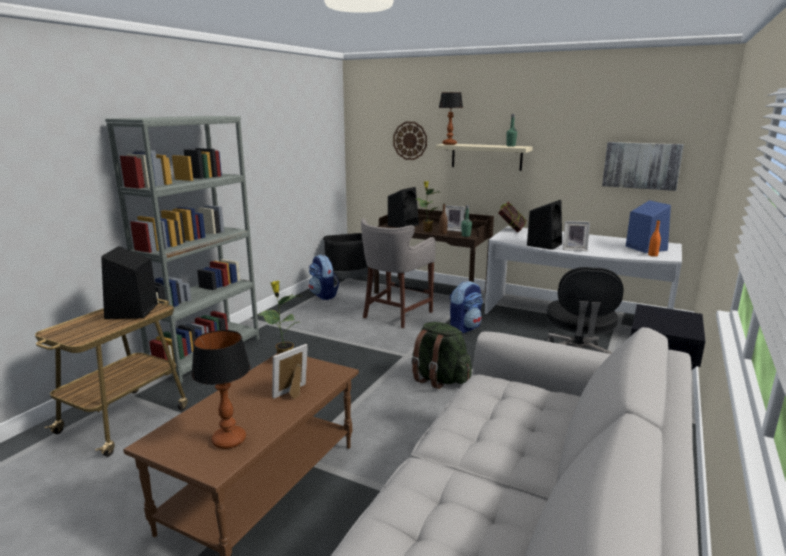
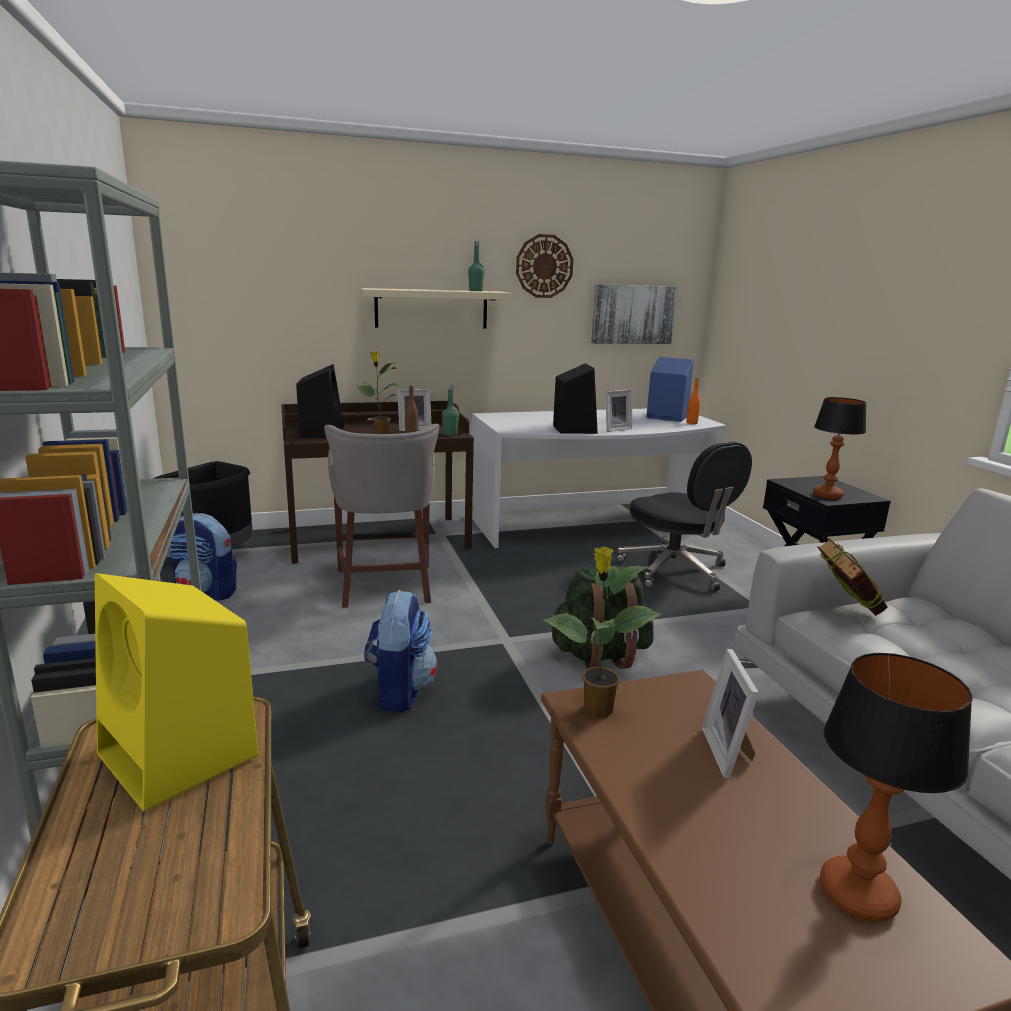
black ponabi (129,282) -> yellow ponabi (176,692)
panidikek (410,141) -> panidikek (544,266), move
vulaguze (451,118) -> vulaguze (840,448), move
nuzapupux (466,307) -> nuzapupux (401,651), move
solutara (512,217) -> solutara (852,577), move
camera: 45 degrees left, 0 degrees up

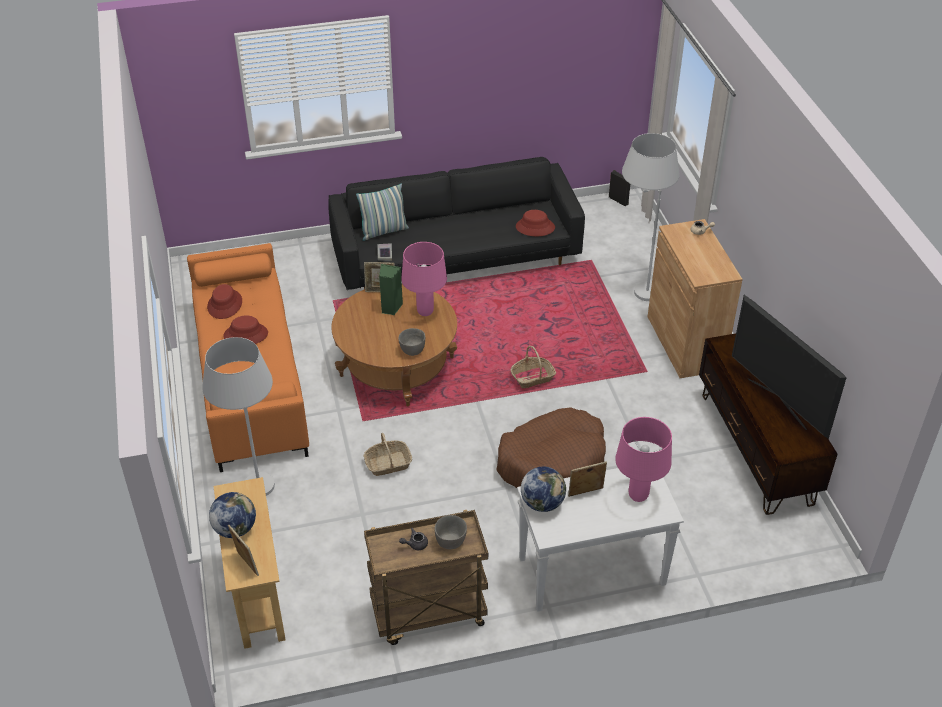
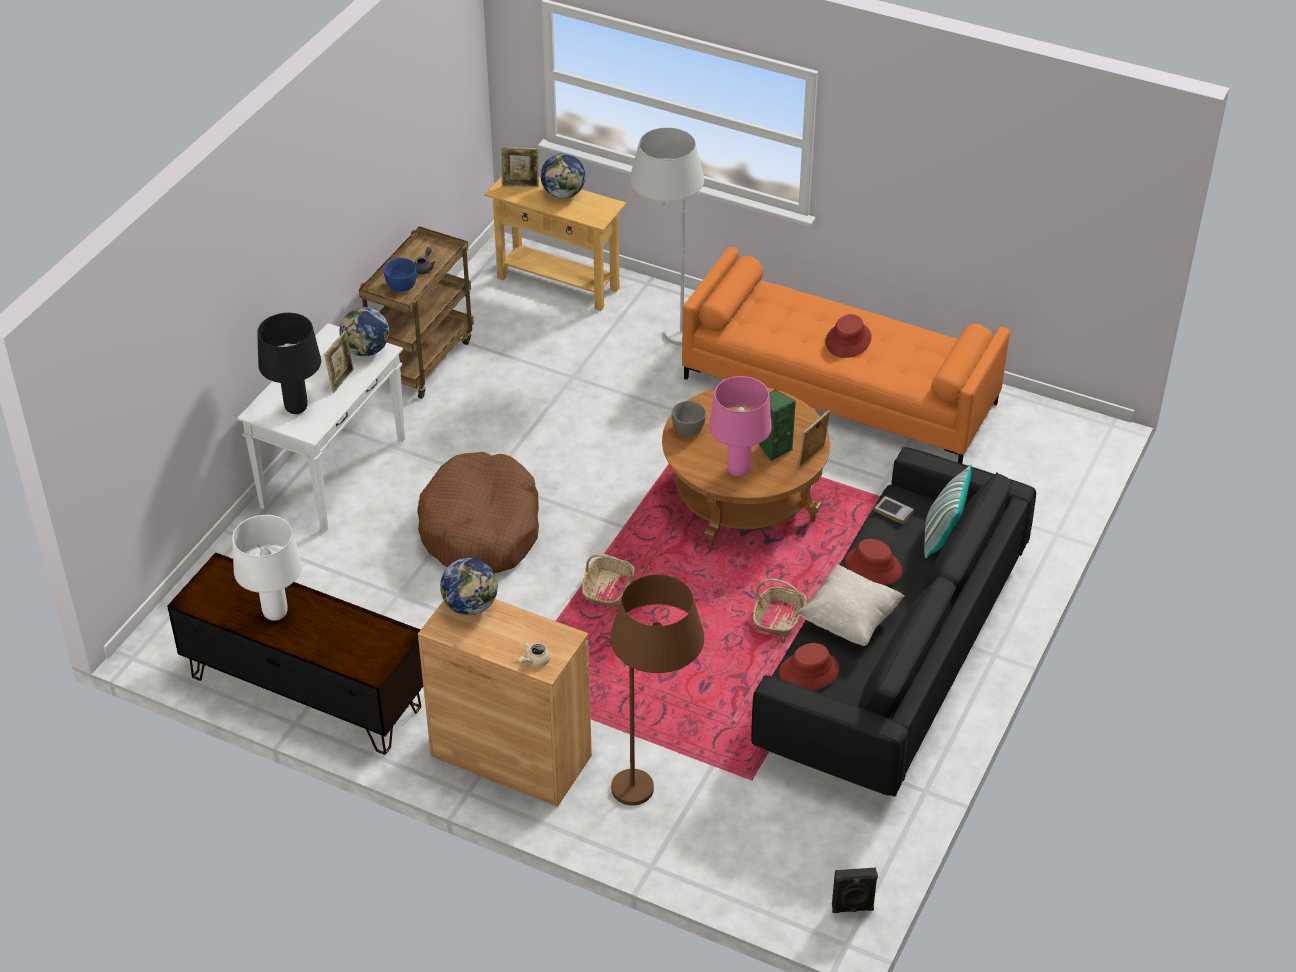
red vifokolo (224,301) -> red vifokolo (873,562), move
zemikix (388,454) -> zemikix (780,608), move
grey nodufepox (450,532) -> blue nodufepox (400,275)
pink vulaguze (643,459) -> black vulaguze (289,363)
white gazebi (651,217) -> brown gazebi (657,689)
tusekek (789,367) -> white vulaguze (267,568)
none -> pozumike (469,586)
none -> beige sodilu (850,605)
camera: 130 degrees right, 0 degrees up

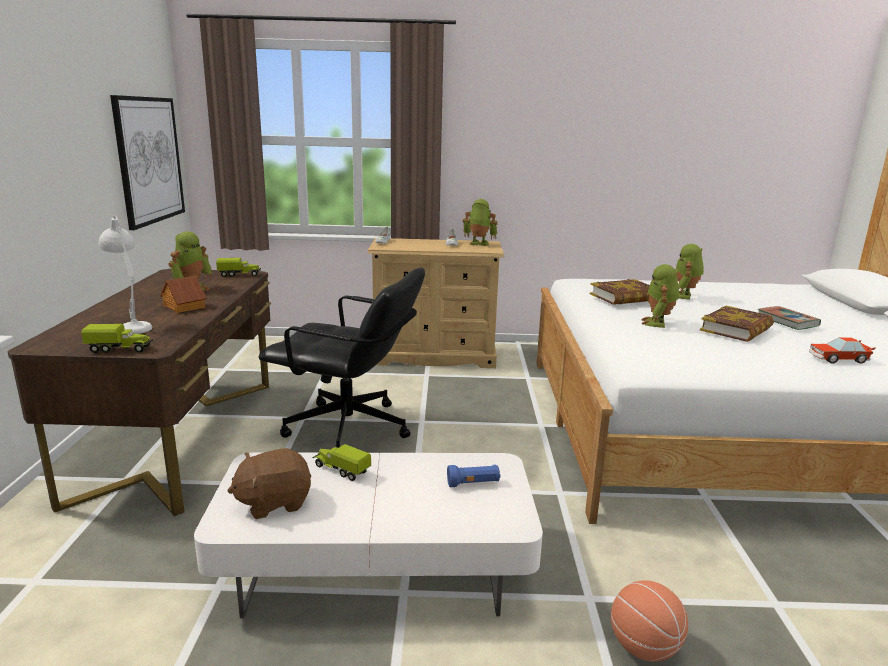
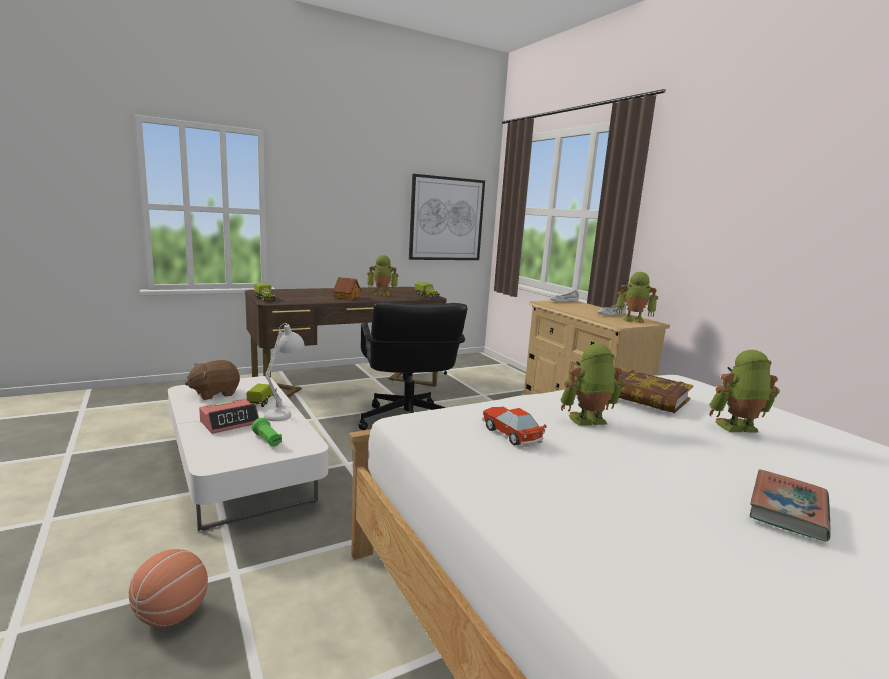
white vulaguze (125,274) -> white vulaguze (284,372), move
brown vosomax (269,483) -> brown vosomax (212,380), 75 degrees counterclockwise
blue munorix (474,476) -> green munorix (267,432)
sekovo (480,222) -> sekovo (637,297), 120 degrees clockwise
solutara (737,324) -> none
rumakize (842,350) -> rumakize (514,427), move
none -> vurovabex (229,416)
camera: 60 degrees right, 5 degrees down

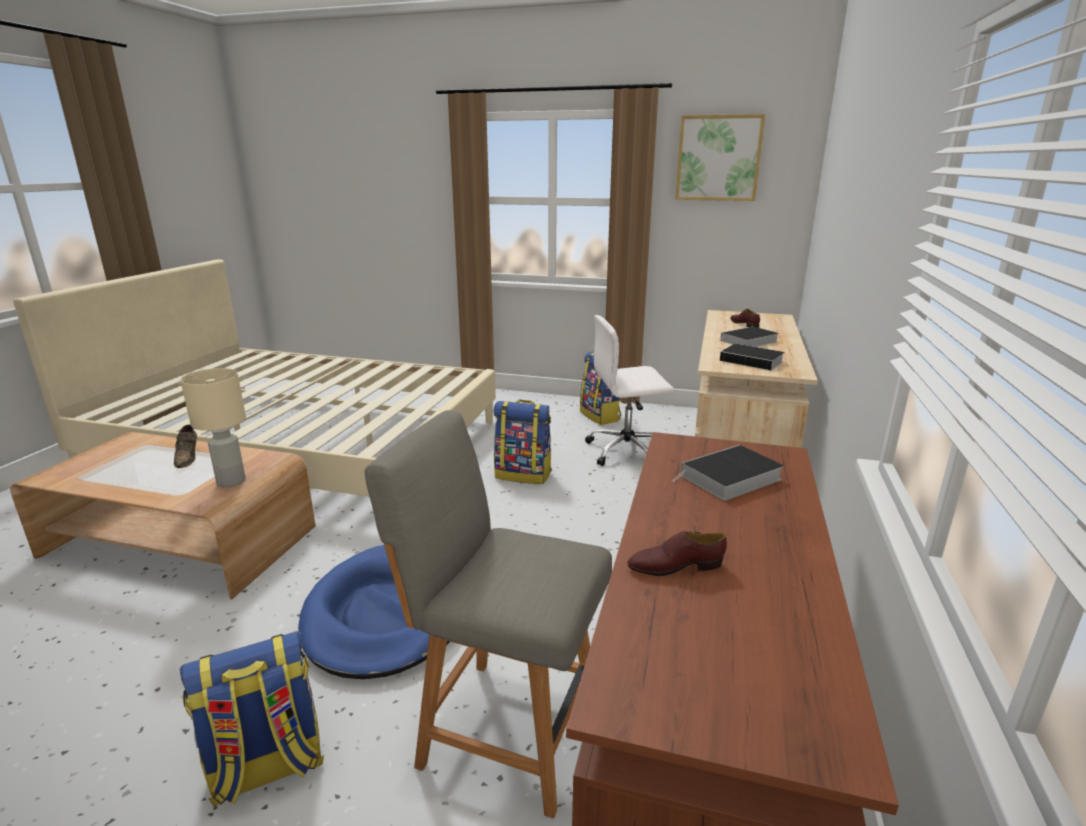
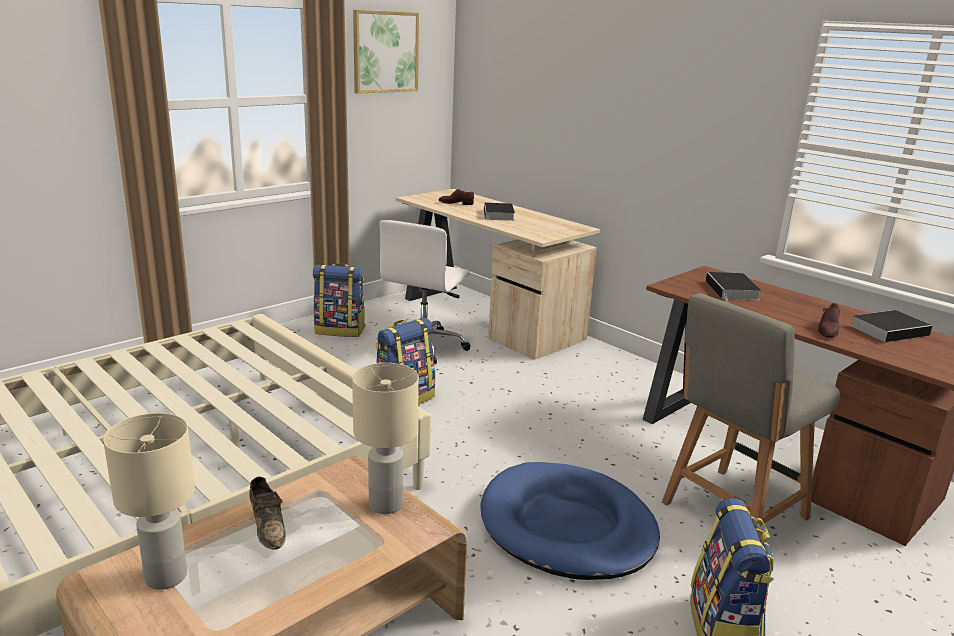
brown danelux (185,446) -> brown danelux (267,513), 45 degrees clockwise
solutara (752,357) -> solutara (891,326), move
none -> beige vulaguze (149,501)
camera: 60 degrees left, 0 degrees up

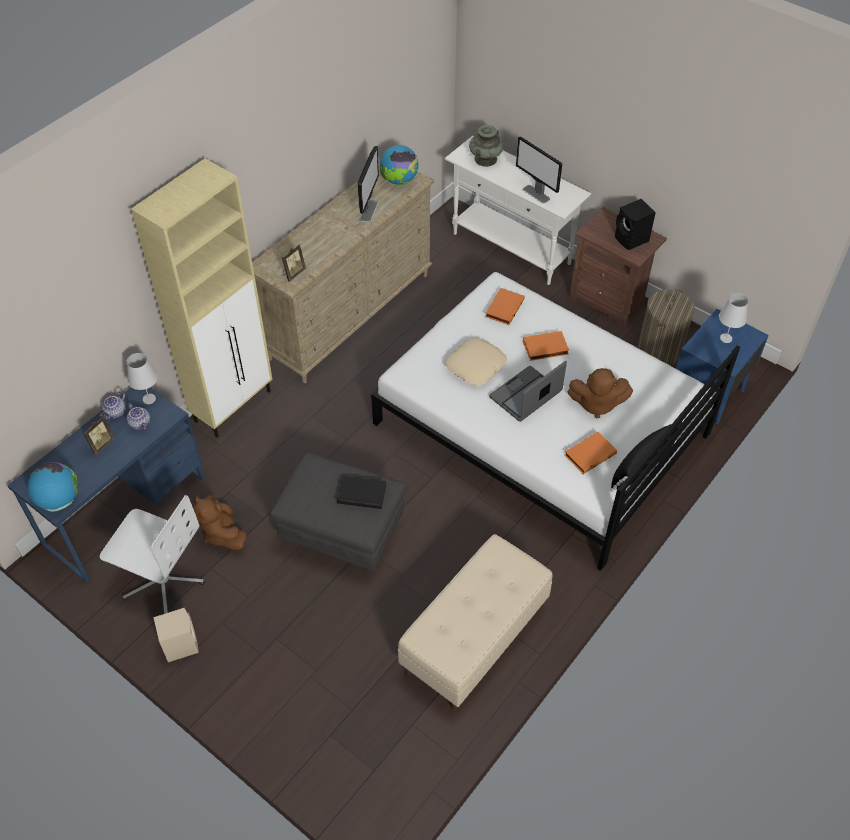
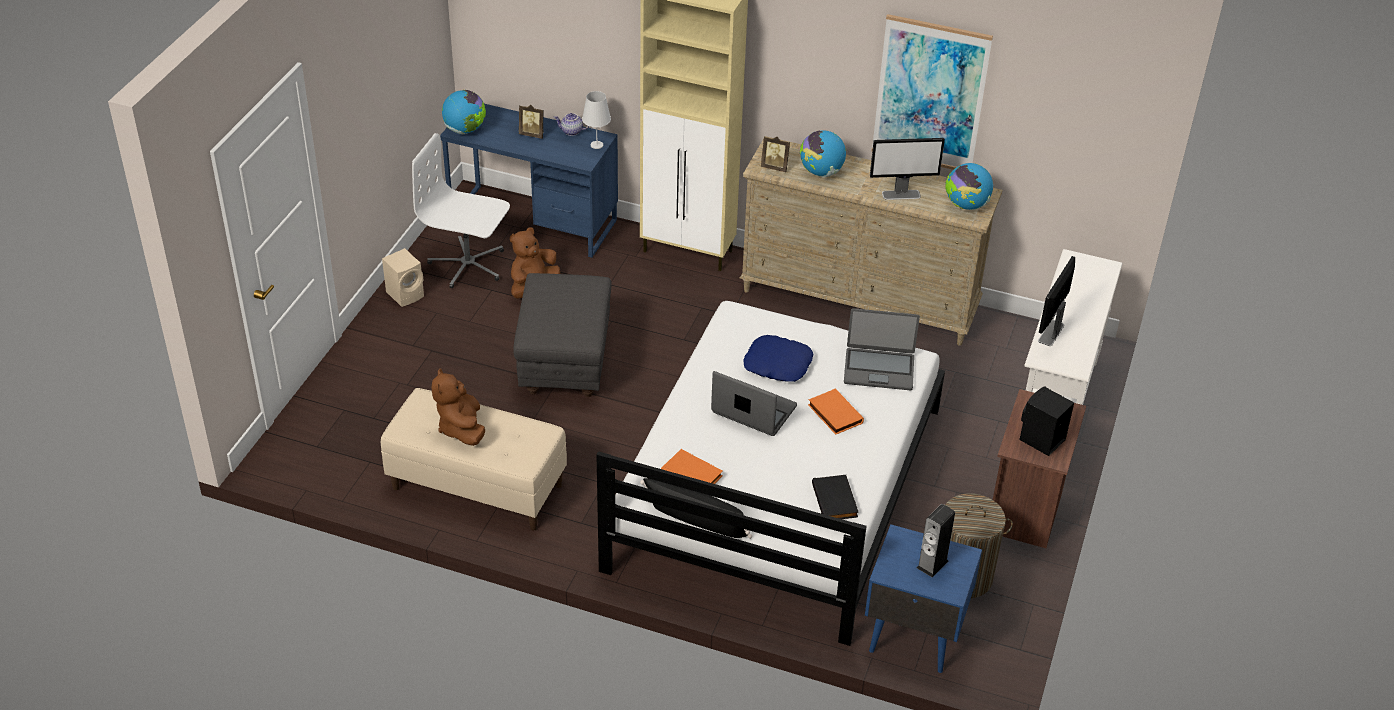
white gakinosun (152,554) -> white gakinosun (461,210), 105 degrees clockwise
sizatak (138,416) -> none
black solutara (361,492) -> black solutara (835,497), move
beige sodilu (476,361) -> blue sodilu (778,358)
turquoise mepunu (486,146) -> none
orange solutara (505,306) -> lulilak (882,349)
brown vosomax (600,393) -> brown vosomax (458,407), move
white vulaguze (733,318) -> ponabi (936,541)
none -> pozumike (823,153)
none -> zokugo (932,92)
camera: 70 degrees right, 10 degrees down

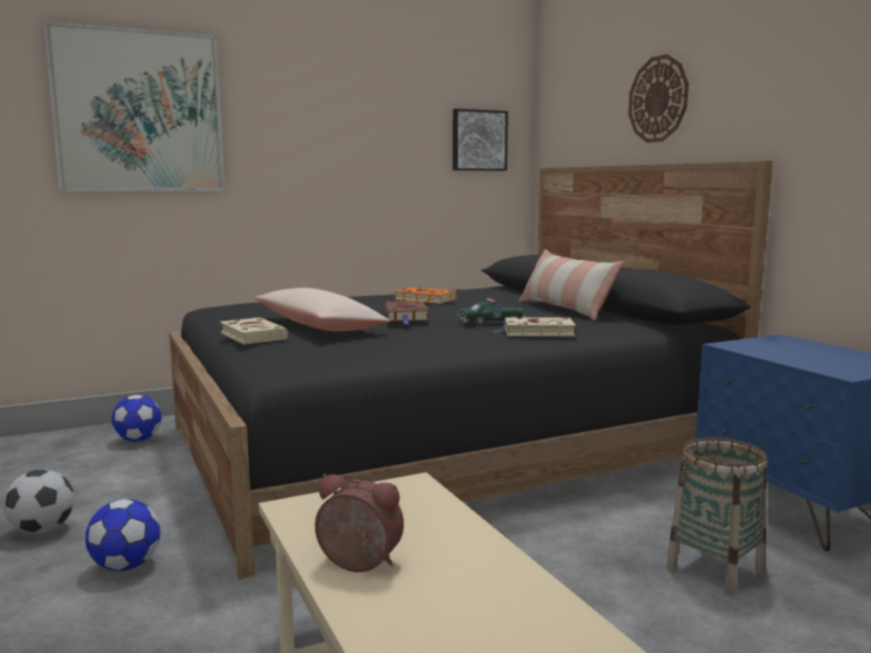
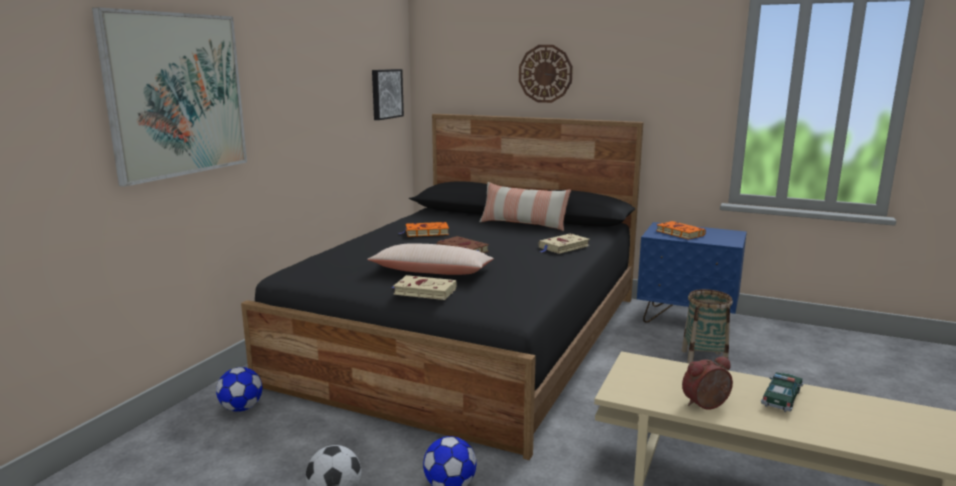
rumakize (491,312) -> rumakize (782,392), move
none -> orange solutara (681,230)
camera: 40 degrees left, 5 degrees up

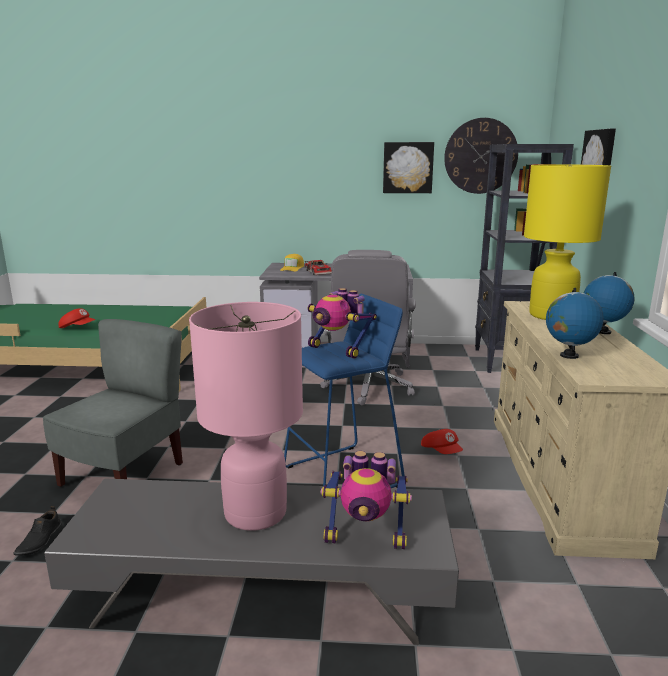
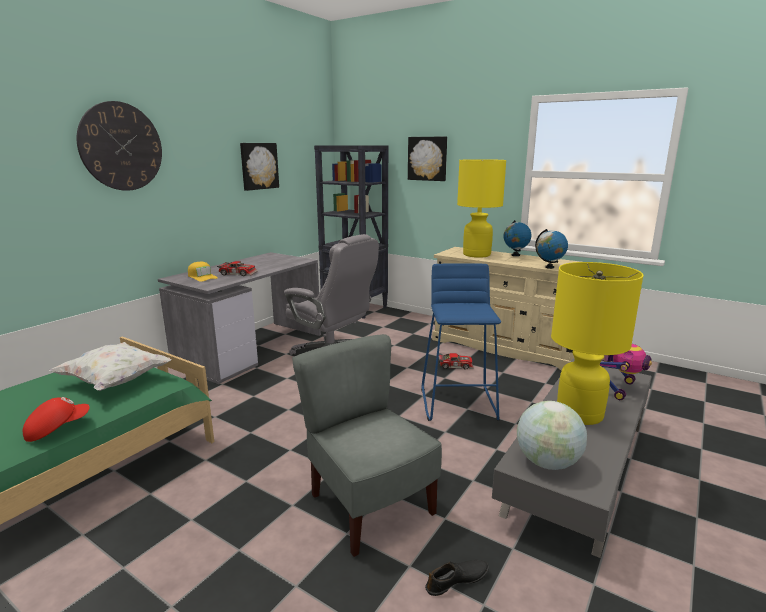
black danelux (37,531) -> black danelux (457,578), 60 degrees counterclockwise
pink vulaguze (246,416) -> yellow vulaguze (597,343)
sekovo (342,323) -> none
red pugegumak (442,441) -> rumakize (456,361)
panidikek (481,156) -> panidikek (119,146), move
none -> white sodilu (110,366)
none -> pozumike (552,435)
camera: 60 degrees left, 0 degrees up

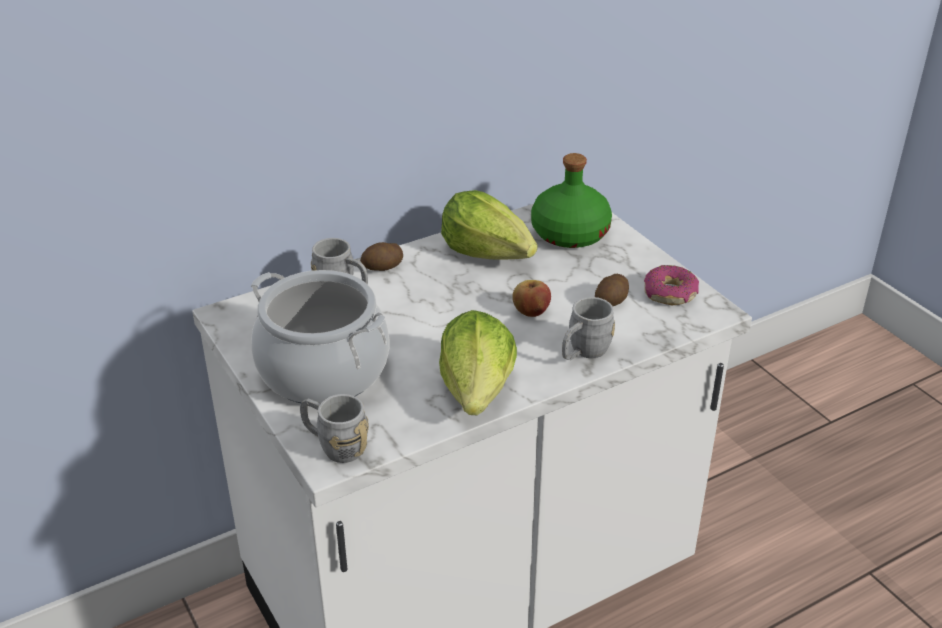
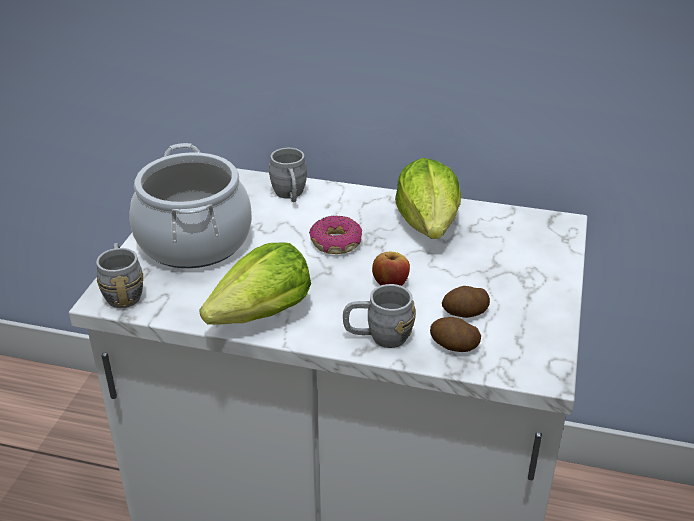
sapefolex (381,256) -> sapefolex (455,334), move
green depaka (571,200) -> none
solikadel (671,285) -> solikadel (335,235), move
camera: 45 degrees right, 0 degrees up

